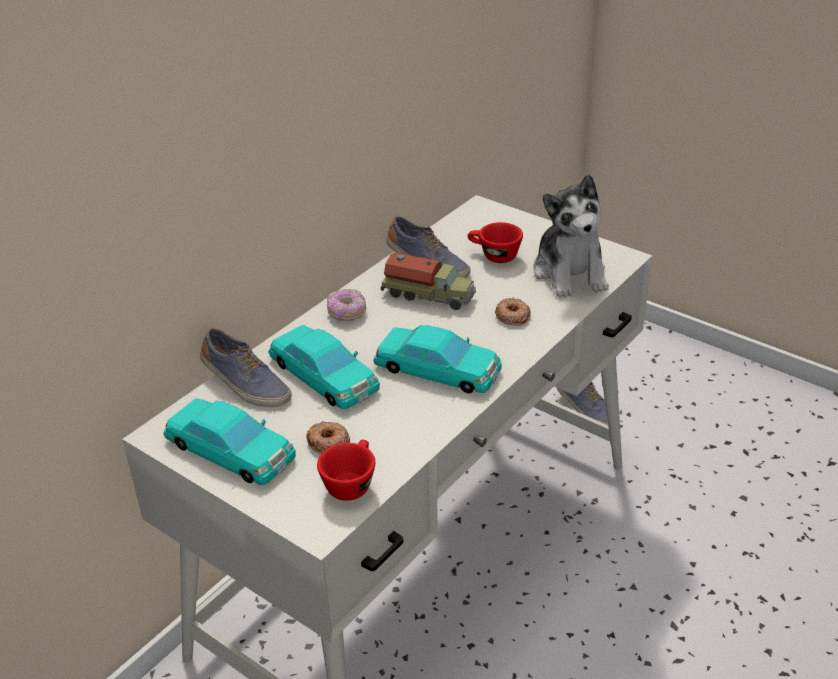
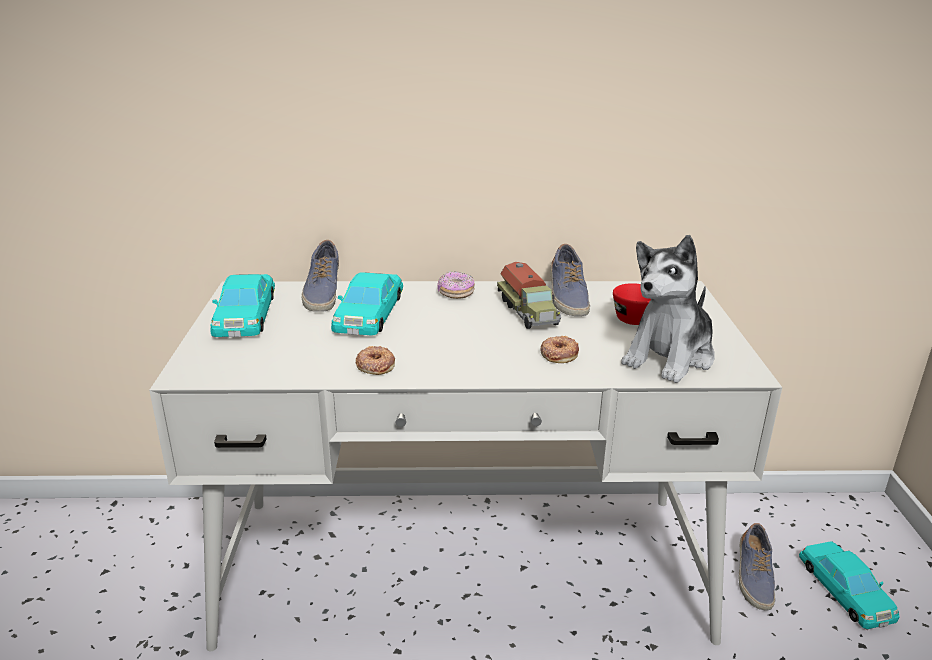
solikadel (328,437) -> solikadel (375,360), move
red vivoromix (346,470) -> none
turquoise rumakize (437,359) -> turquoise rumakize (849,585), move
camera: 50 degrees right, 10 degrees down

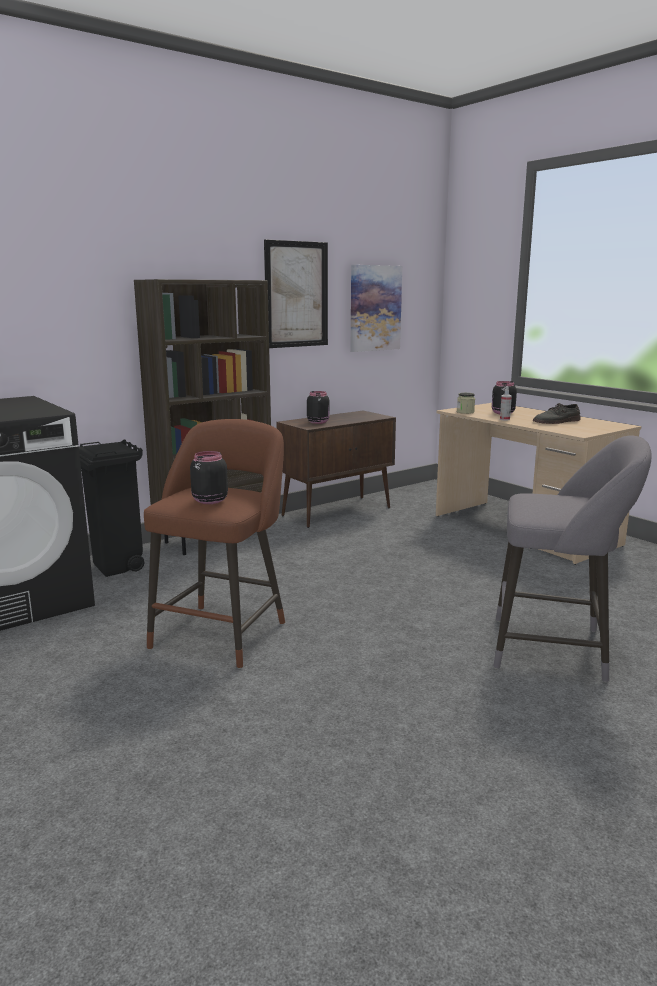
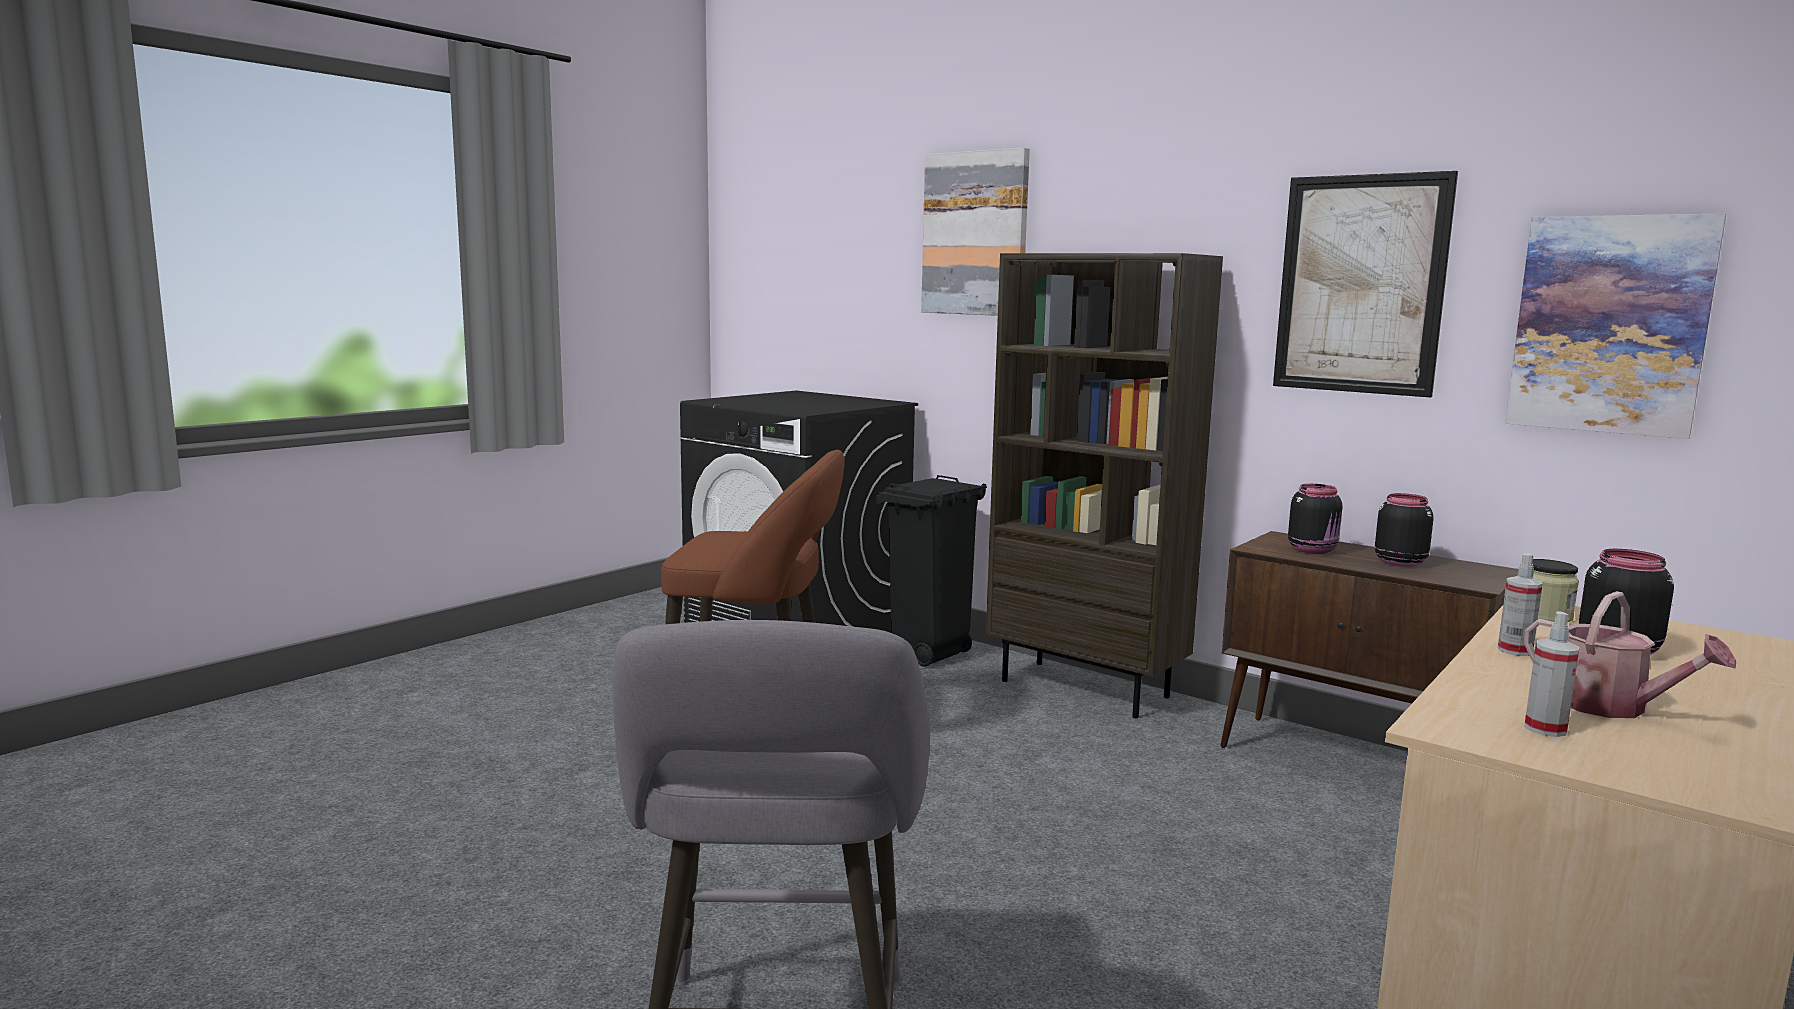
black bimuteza (209,477) -> black bimuteza (1404,530), move
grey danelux (557,413) -> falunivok (1630,654)
none -> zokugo (975,232)
none -> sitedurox (1552,674)
camera: 75 degrees right, 5 degrees down

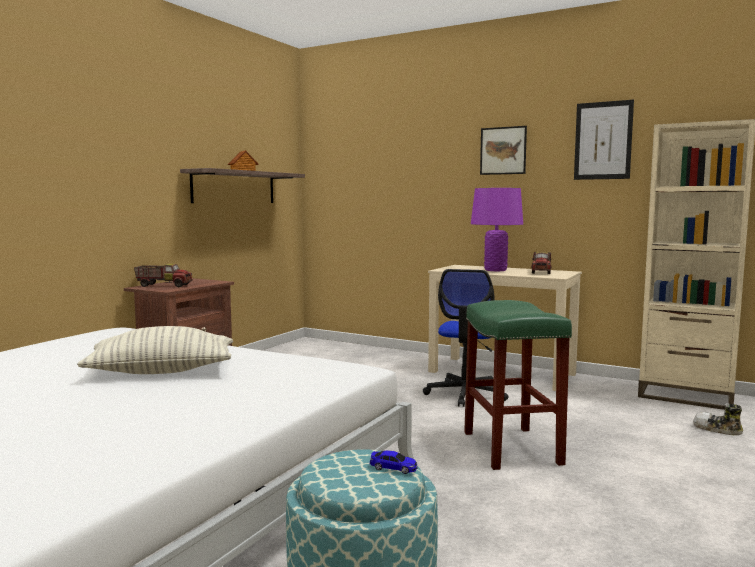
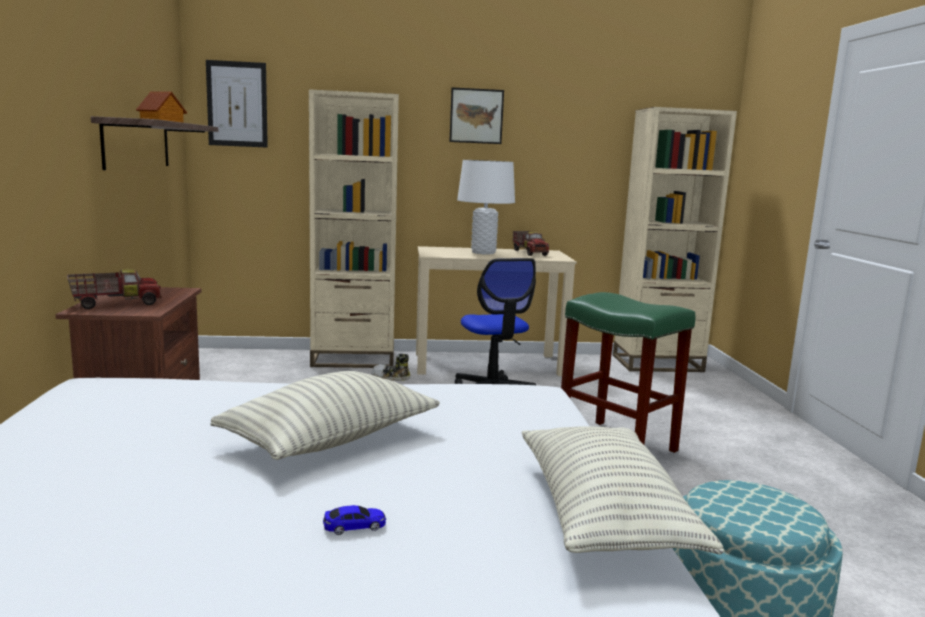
rumakize (394,462) -> rumakize (354,520), move
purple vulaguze (497,229) -> white vulaguze (486,207)
zokugo (604,140) -> zokugo (237,104), move
danelux (718,419) -> danelux (391,367), move
none -> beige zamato (354,228)
none -> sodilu (623,490)
camera: 35 degrees left, 5 degrees up

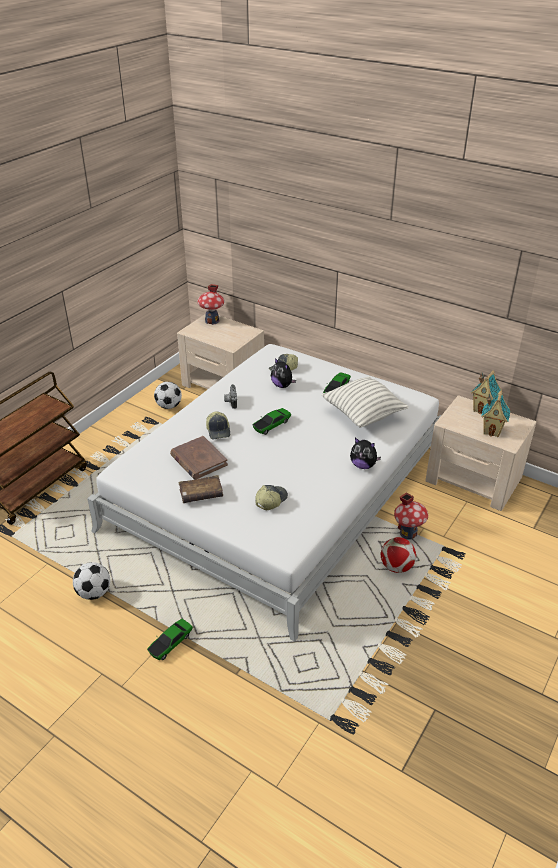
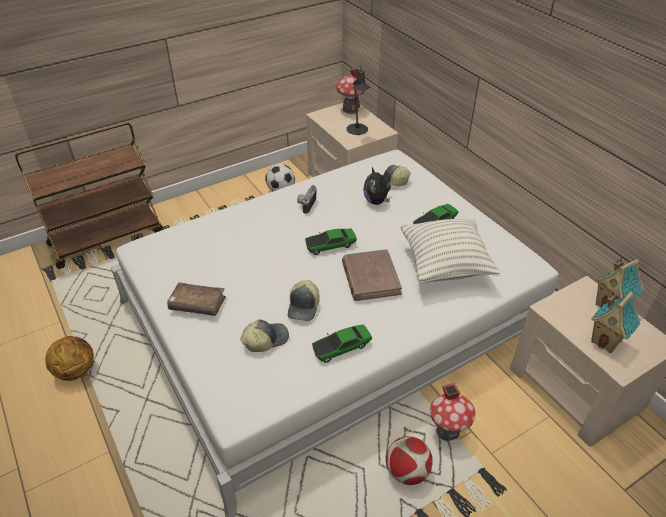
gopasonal (91,581) -> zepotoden (69,358)
rumakize (170,639) -> rumakize (342,343), move
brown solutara (199,458) -> brown solutara (372,275), move
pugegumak (218,426) -> pugegumak (304,300), move
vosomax (365,453) -> none
none -> black vulaguze (358,100)
camera: 25 degrees right, 5 degrees up

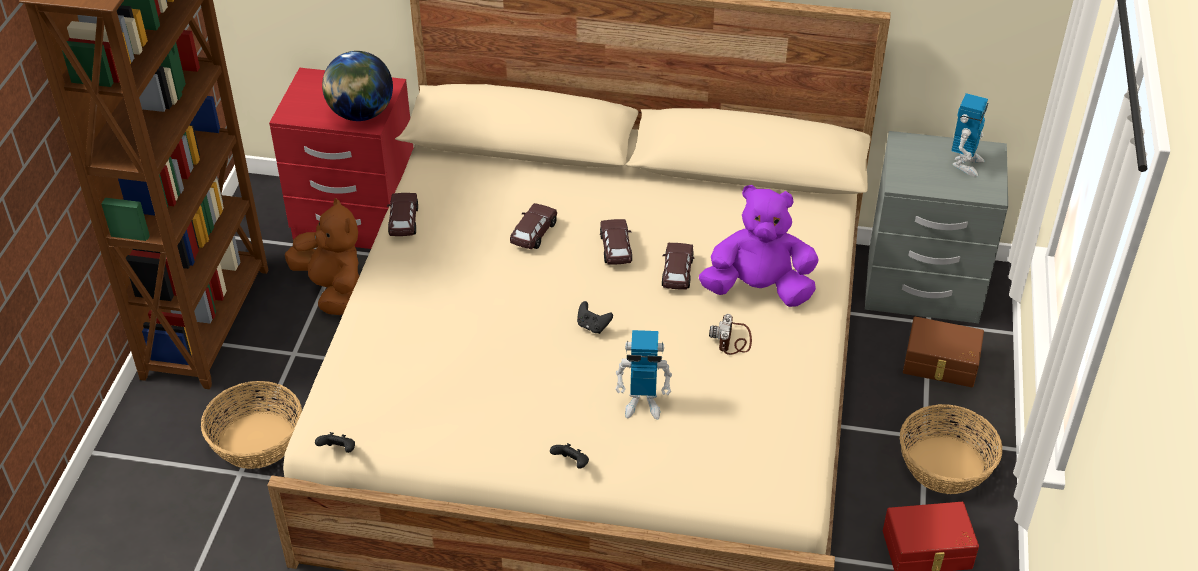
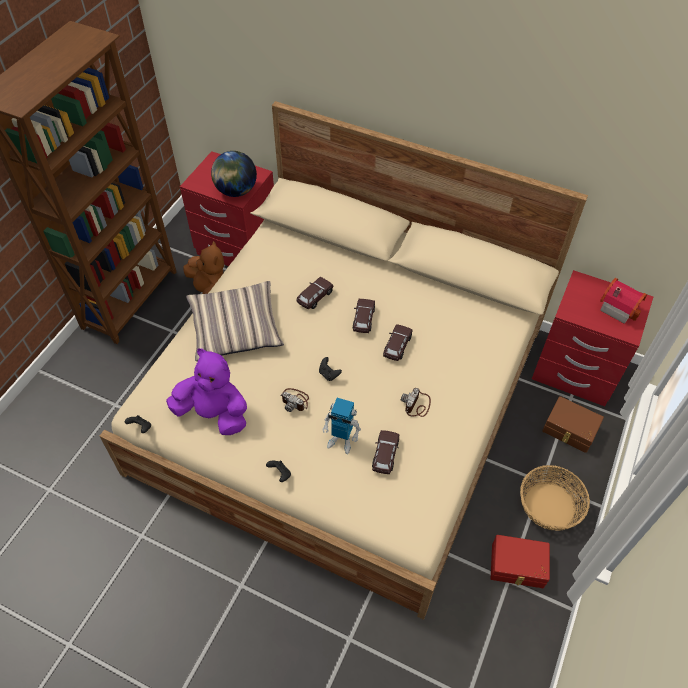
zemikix (251,425) -> none
brown rumakize (402,214) -> brown rumakize (385,452), move
purple vosomax (758,246) -> purple vosomax (206,391), move
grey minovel (936,227) -> red minovel (592,338)
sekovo (969,135) -> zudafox (623,301)
none -> sodilu (235,321)
none -> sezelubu (294,400)
camera: 15 degrees right, 10 degrees up

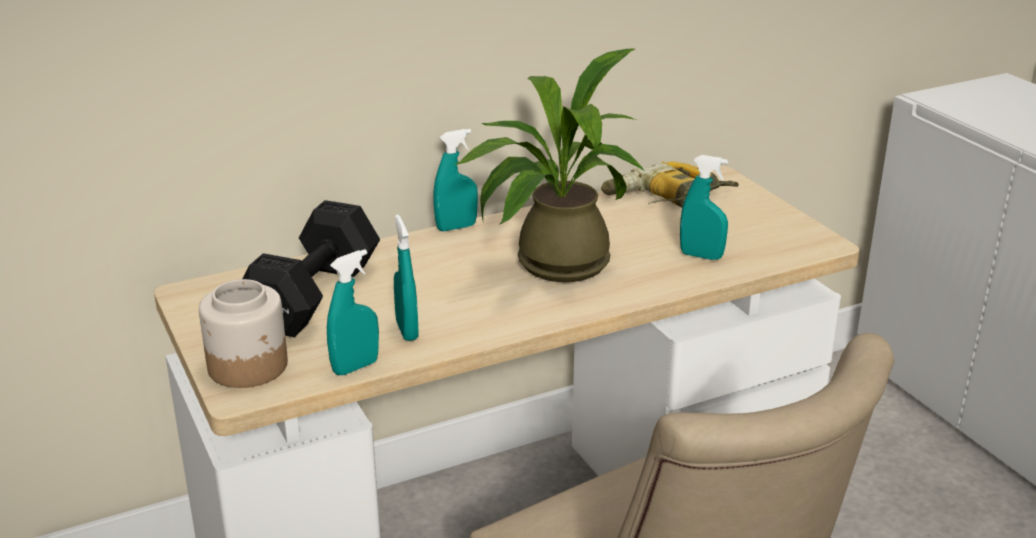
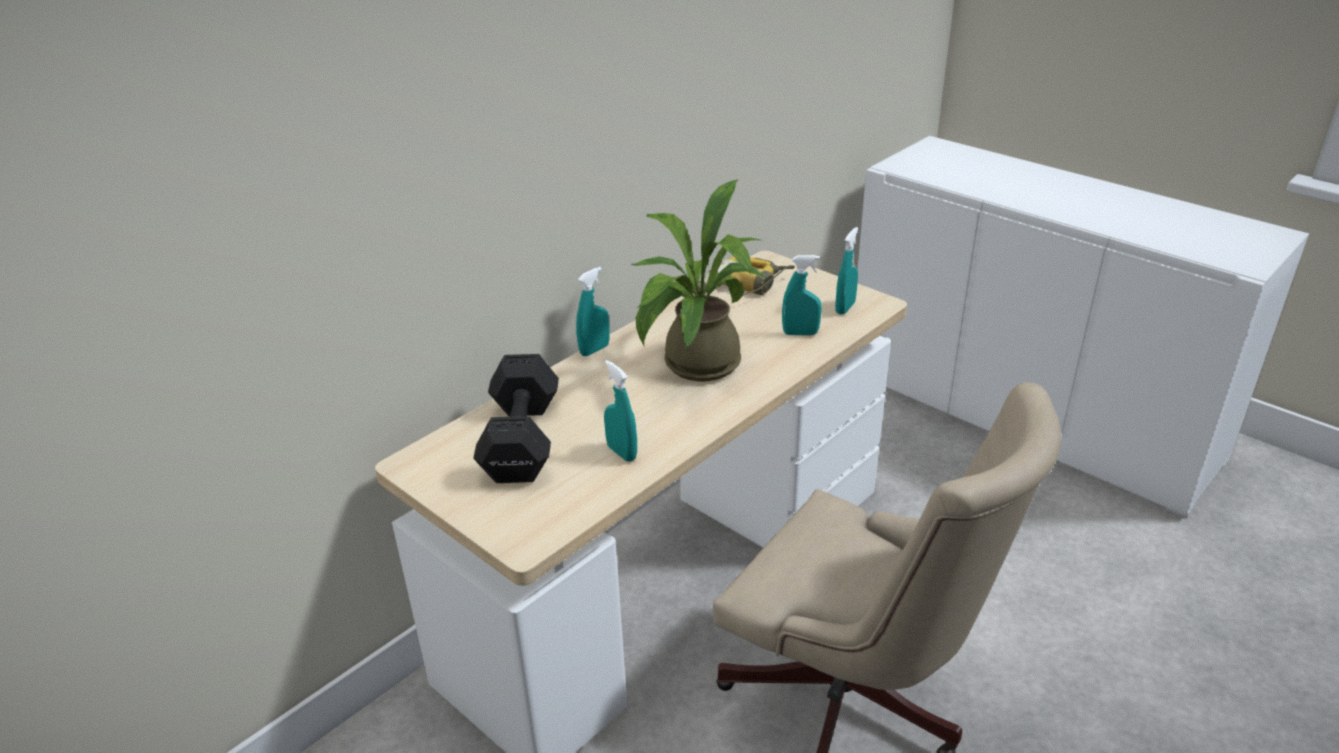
bimuteza (243,333) -> none
turquoise sitedurox (353,312) -> turquoise sitedurox (846,271), move
camera: 20 degrees left, 5 degrees up

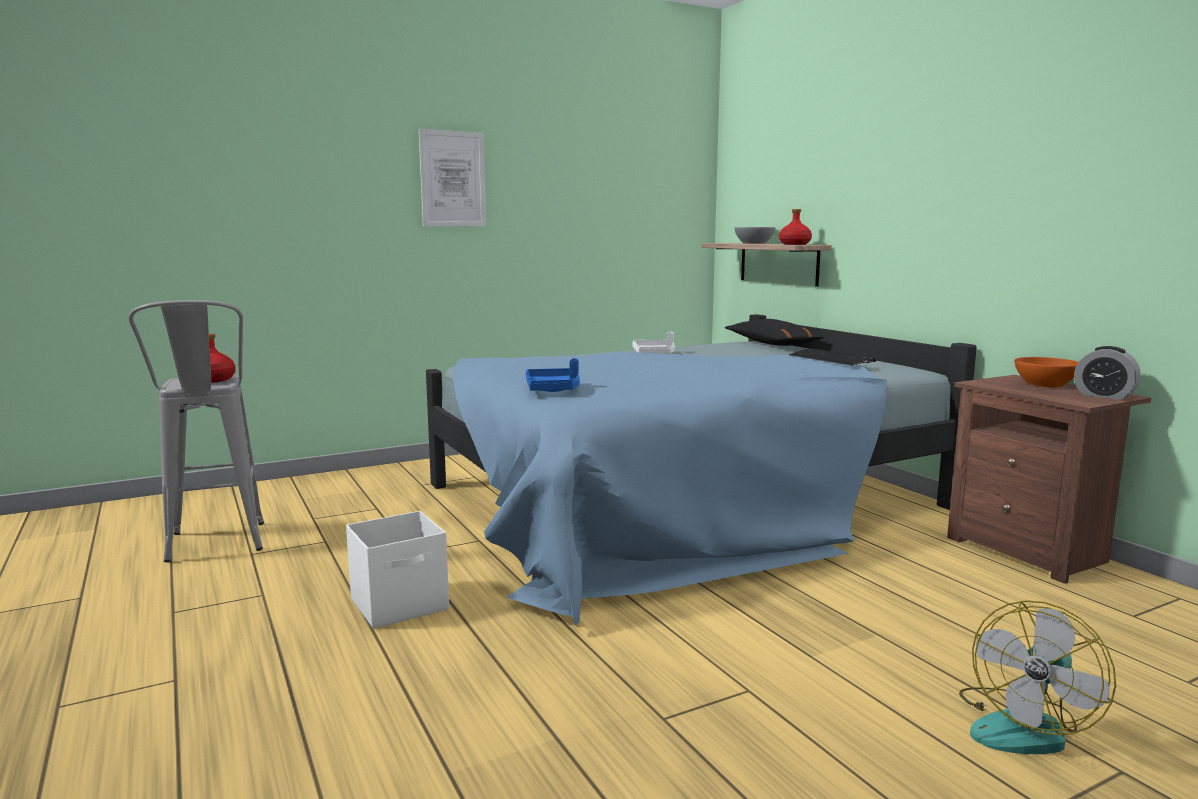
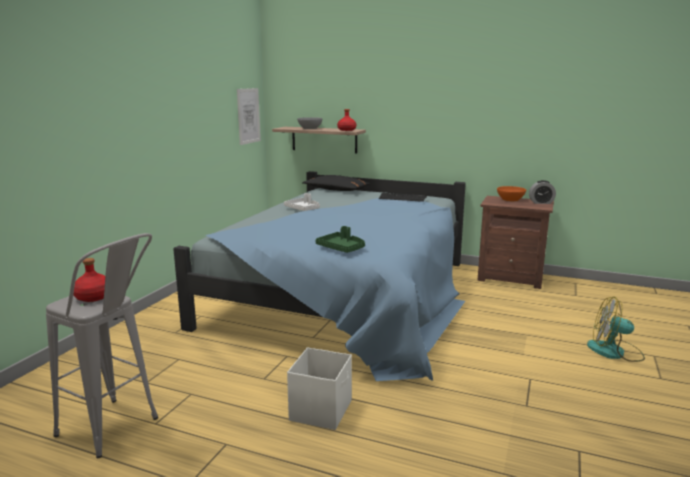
zokugo (452,177) -> zokugo (249,116), move
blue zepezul (553,375) -> green zepezul (340,239)
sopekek (1037,677) -> sopekek (616,329), 105 degrees clockwise
camera: 40 degrees left, 5 degrees up

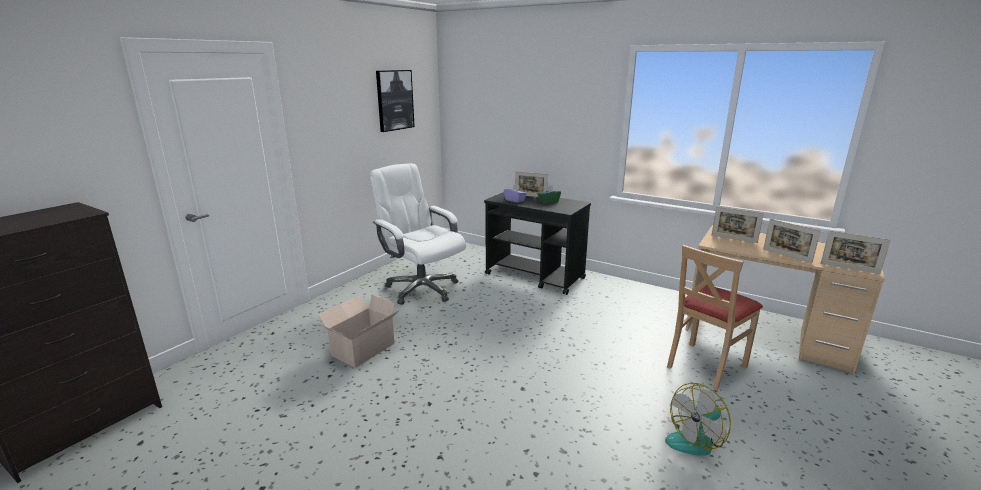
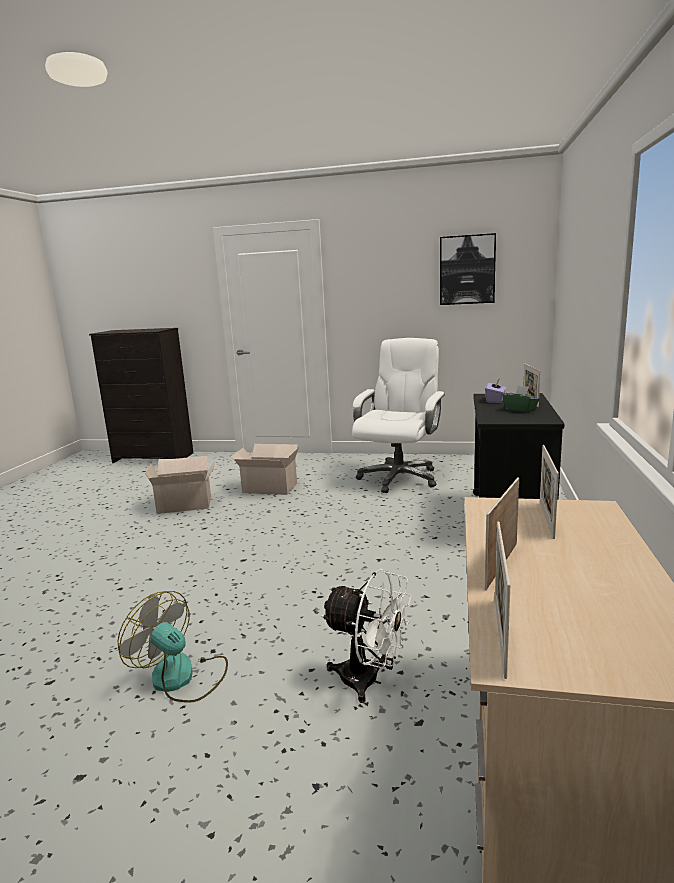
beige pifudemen (715,317) -> white sopekek (366,636)
none -> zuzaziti (180,485)
camera: 70 degrees right, 5 degrees down

